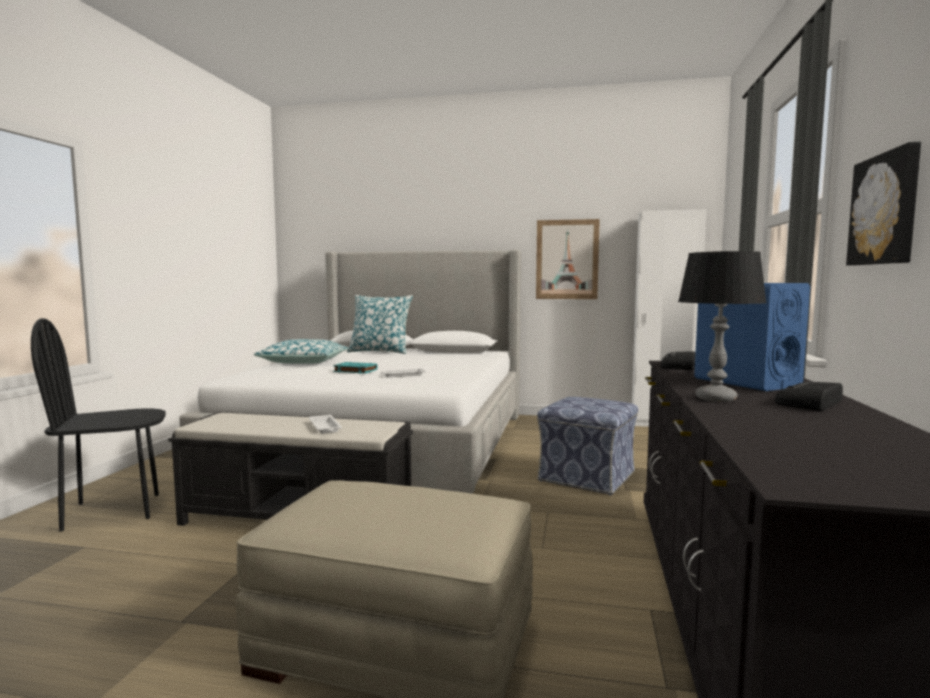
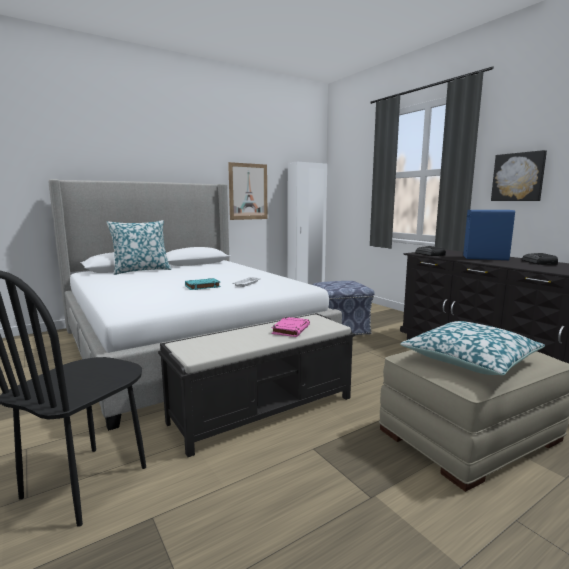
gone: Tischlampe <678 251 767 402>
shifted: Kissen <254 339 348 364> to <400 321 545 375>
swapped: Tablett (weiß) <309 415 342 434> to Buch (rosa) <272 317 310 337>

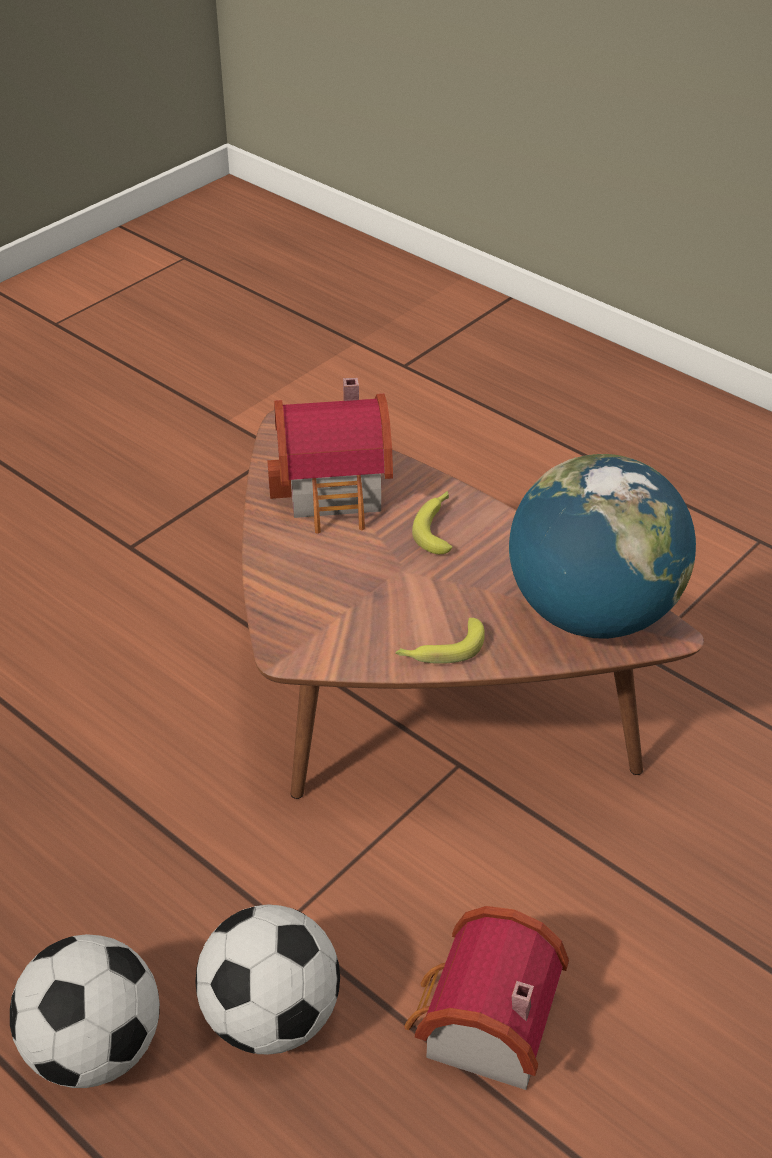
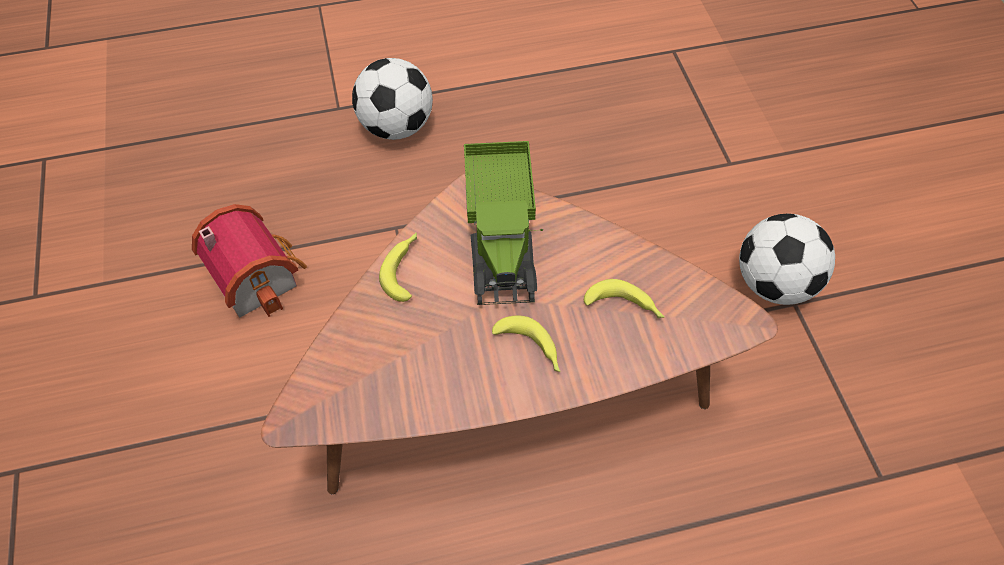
gone: Globus <509 454 696 639>
new: Spielzeuglaster <464 141 543 305>
shifted: Fußball <195 904 340 1054> to <739 214 835 305>
swapped: Spielzeughaus <267 377 393 534> to Banane <584 279 665 318>

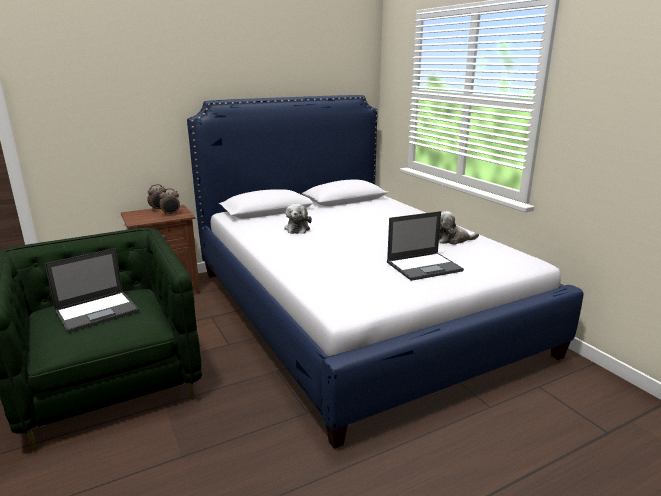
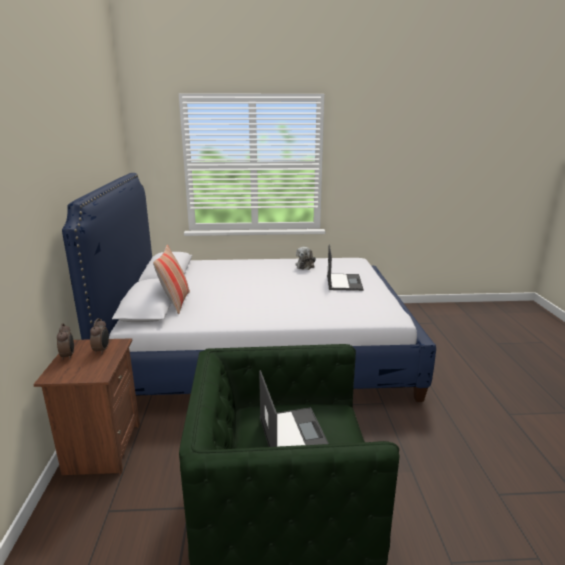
gone: Plüschtier <284 204 312 234>
new: Kissen <153 245 190 314>

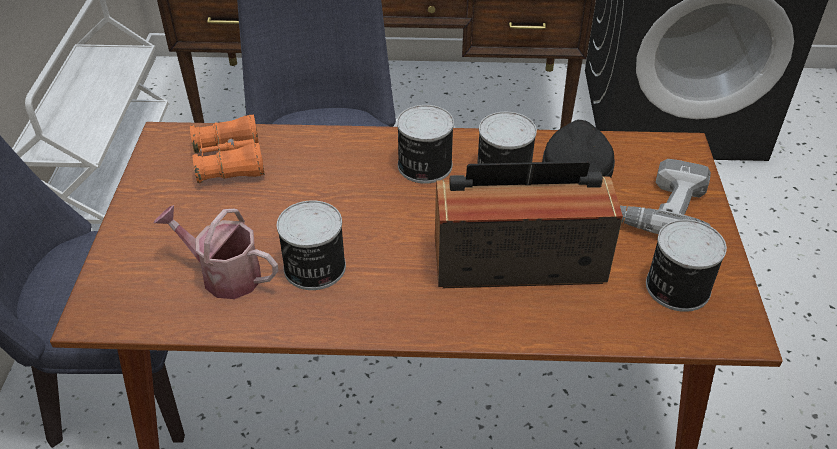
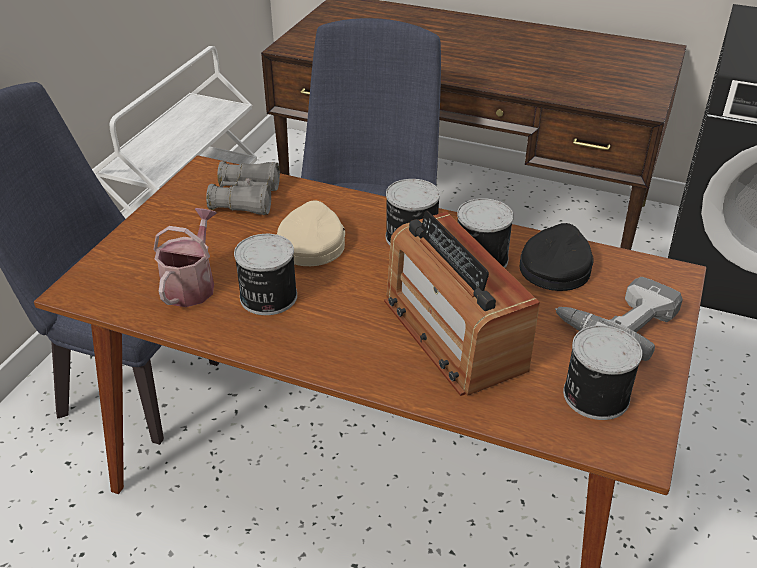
new: Kappe (beige) <277 200 345 266>
repainted: Fernglas (orange) <190 114 264 183> to Fernglas (grau) <206 161 280 215>
rotated: Gießkanne <154 205 278 299> = <153 208 217 307> 60 degrees clockwise; Radio <435 161 623 288> = <384 211 540 396> 135 degrees counterclockwise

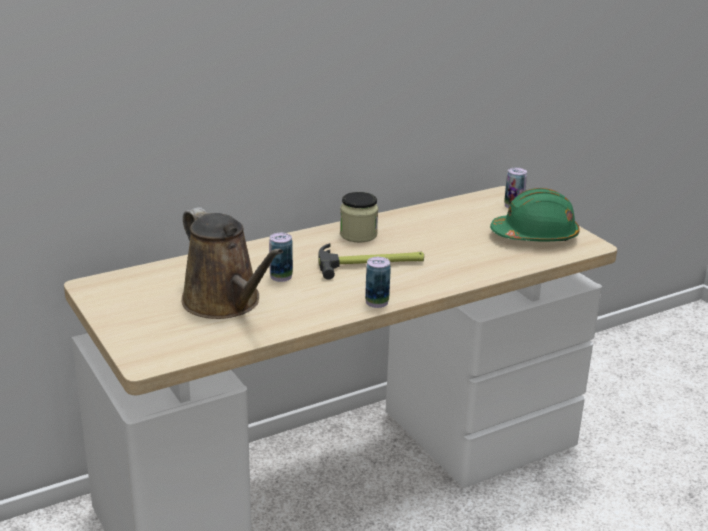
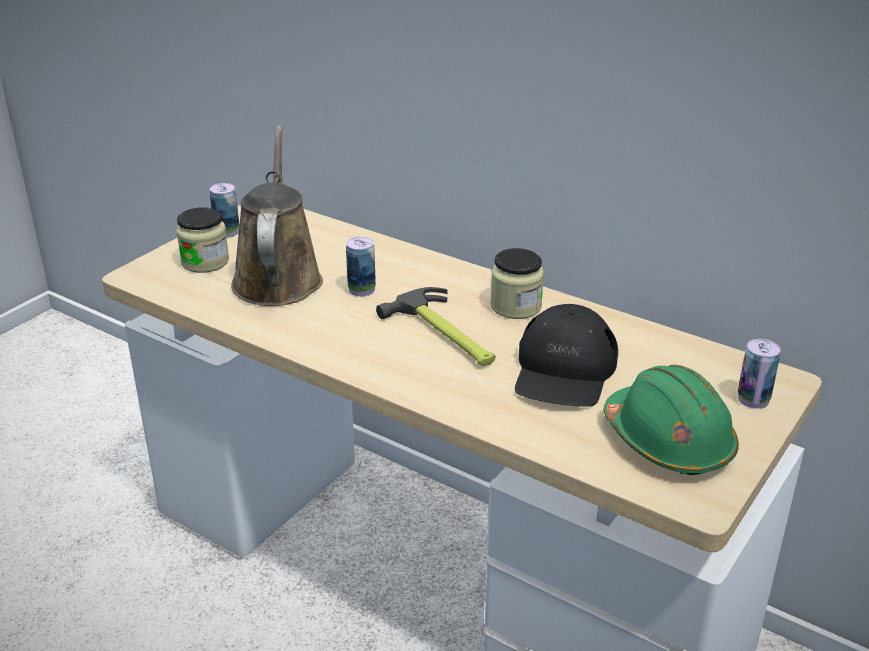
new: Vorratsglas <176 207 229 273>; Kappe (schwarz) <515 304 618 407>
shifted: Dose <365 257 391 308> to <210 183 239 238>
rotated: Gießkanne (braun) <181 207 283 319> = <231 125 323 306> 150 degrees clockwise

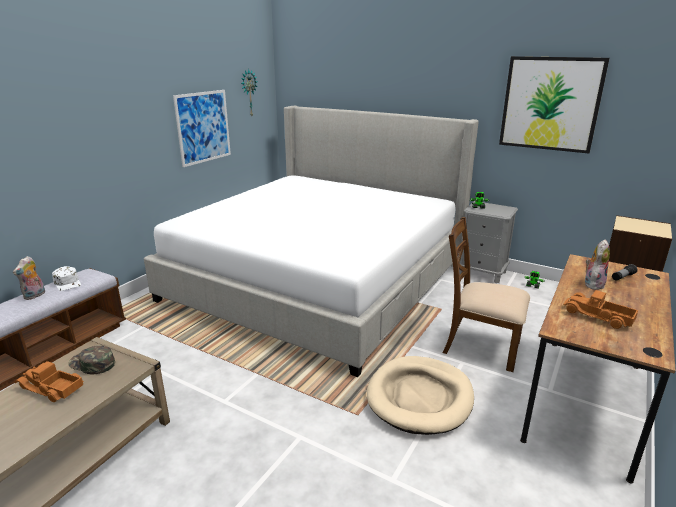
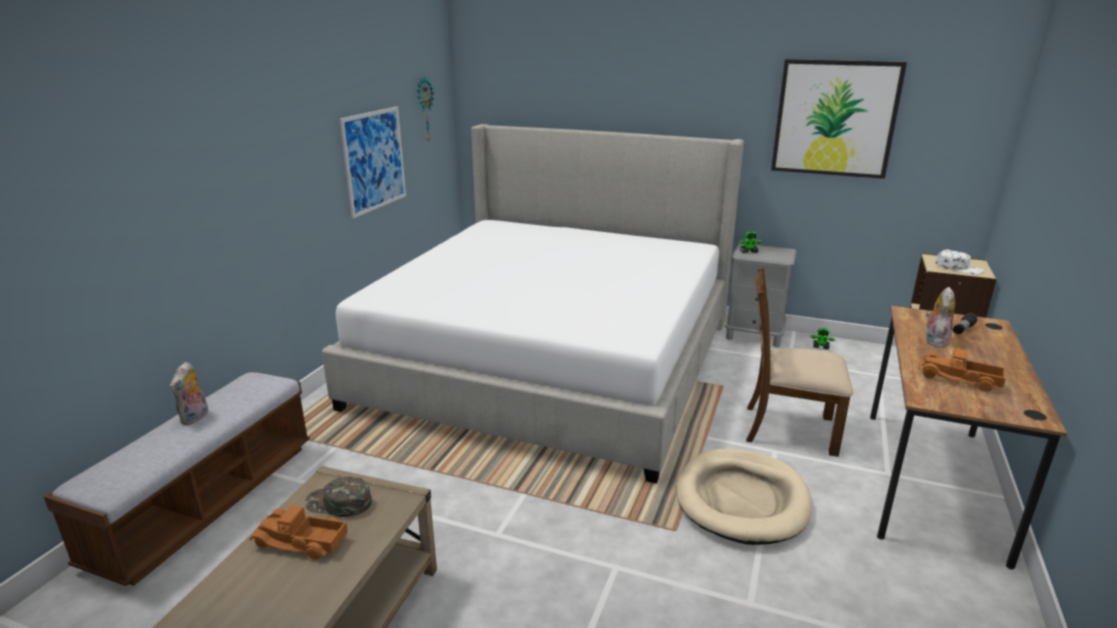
shifted: Kappe (weiß) <52 266 81 291> to <935 250 984 274>

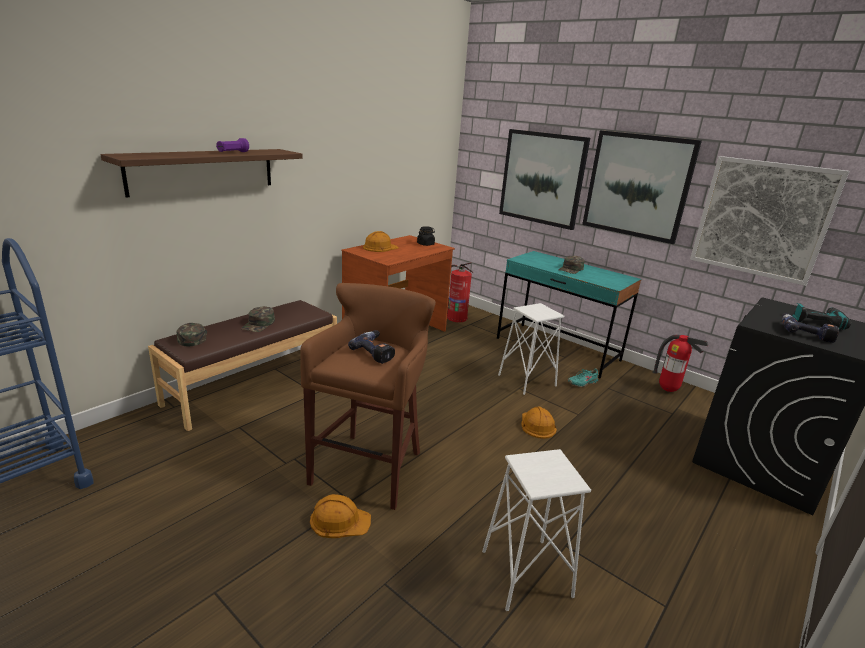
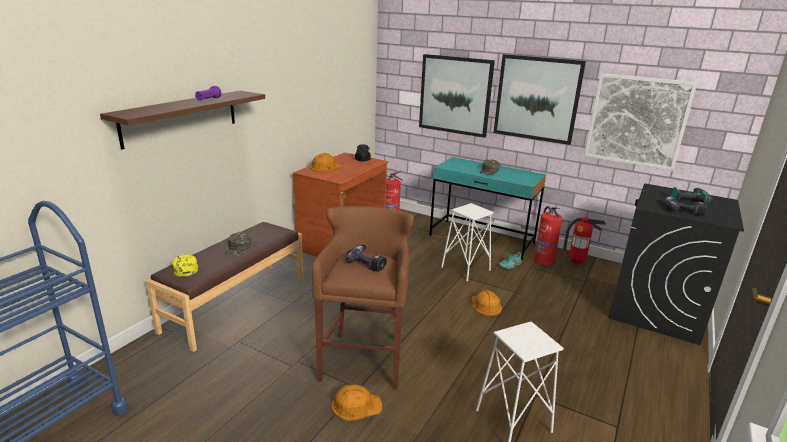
new: Feuerlöscher <534 206 563 266>
repainted: Kappe (grün) <176 323 207 346> to Kappe (gelb) <172 255 199 277>

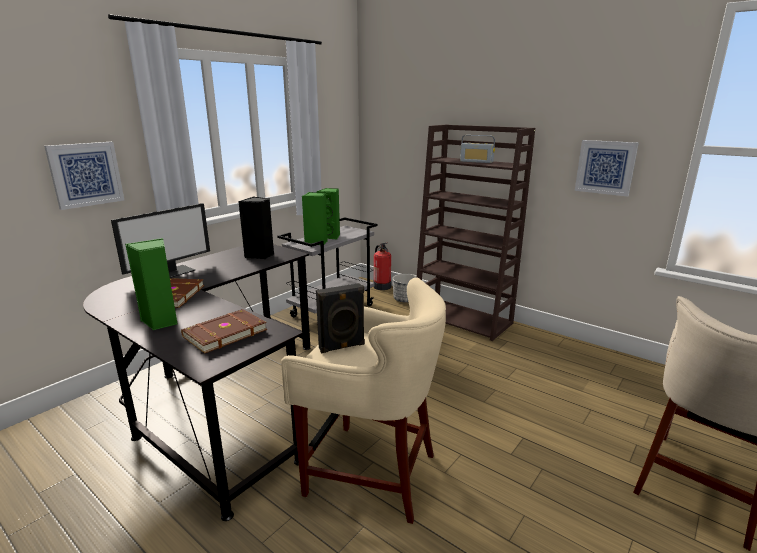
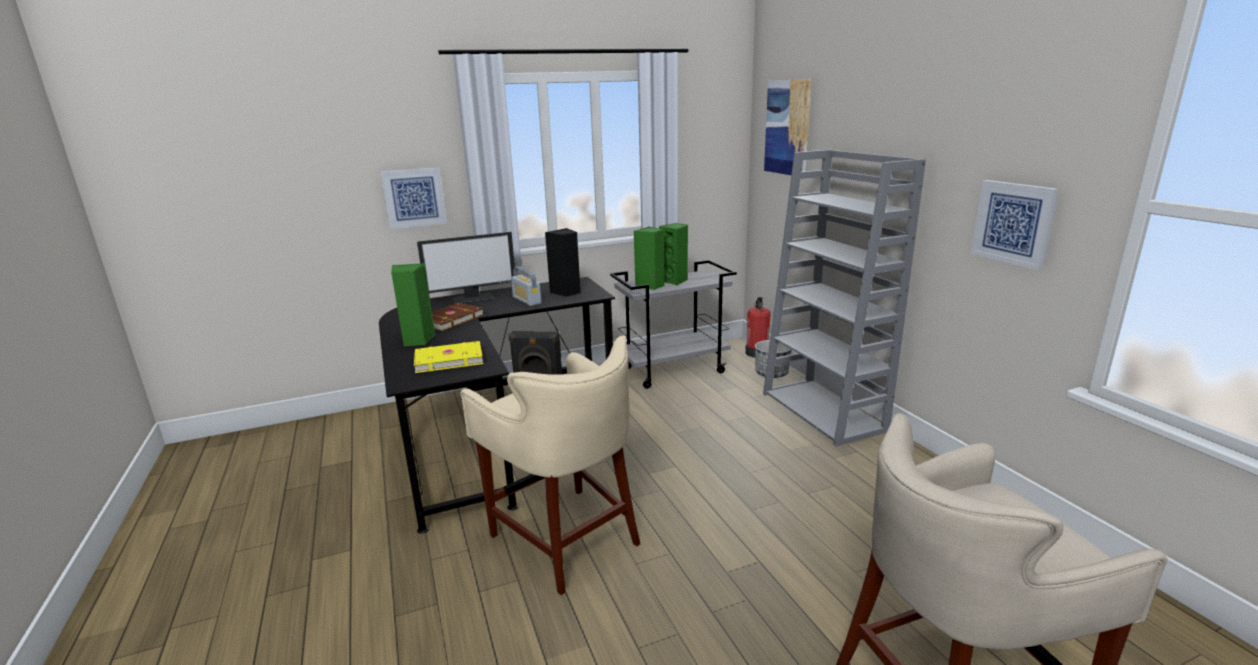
new: Bild <764 79 812 175>
shifted: Radio <460 135 495 163> to <511 266 541 306>
repainted: Buch (braun) <181 309 267 354> to Buch (gelb) <414 341 483 373>; Bücherregal (braun) <417 125 535 341> to Bücherregal (grau) <763 150 926 446>

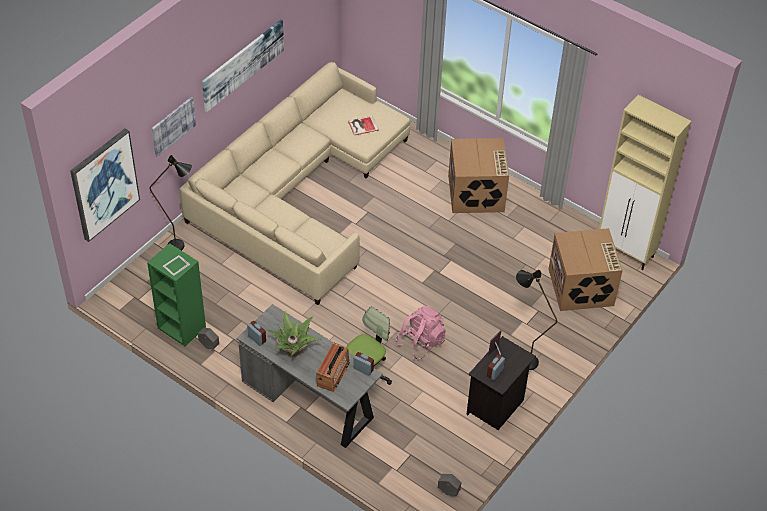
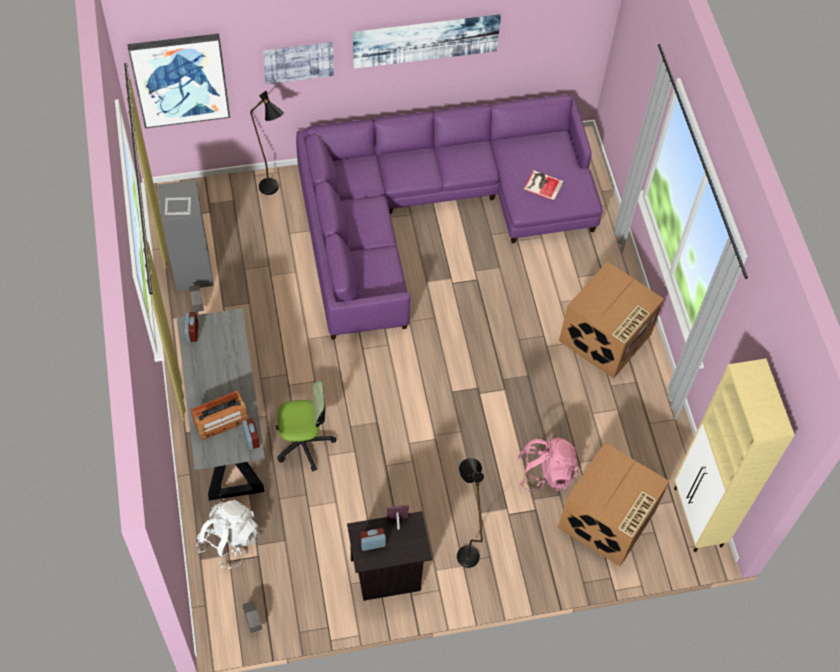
gone: Topfpflanze <266 311 322 357>
new: Rucksack (weiß) <196 499 259 569>
shifted: Rucksack (rosa) <396 306 446 359> to <518 437 578 493>
repainted: Bücherregal (grün) <147 243 206 346> to Bücherregal (grau) <157 180 213 291>; Sofa (beige) <179 62 410 305> to Sofa (lila) <296 95 602 340>

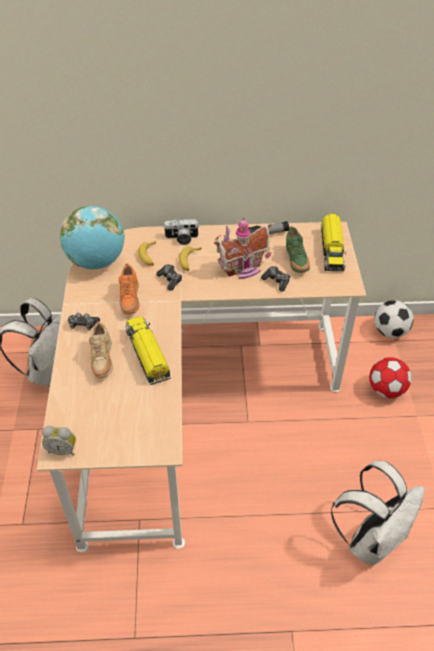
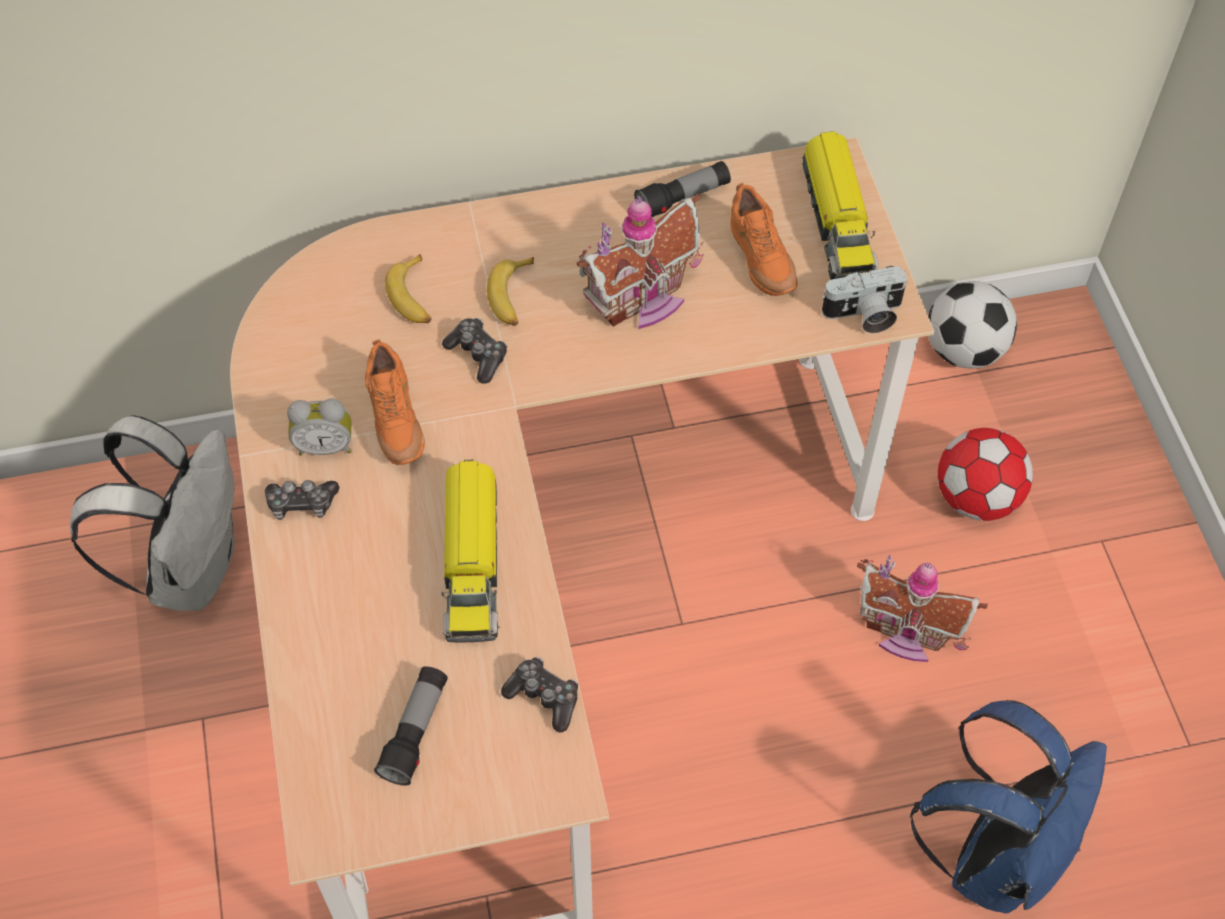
gone: Globus <60 206 125 270>; Schuh (beige) <89 321 113 378>
new: Taschenlampe <374 666 448 786>; Spielzeughaus <857 555 988 662>
shifted: Wecker <42 426 76 456> to <287 399 352 456>; Kamera <163 219 198 245> to <821 266 908 333>; Gamepad <261 266 290 291> to <501 657 578 733>
repainted: Schuh (grün) <286 226 310 273> to Schuh (orange) <730 182 797 296>; Rucksack (weiß) <331 461 425 565> to Rucksack (blau) <910 700 1107 913>
rotated: Spielzeuglaster <125 316 171 385> = <441 459 499 642> 150 degrees counterclockwise

